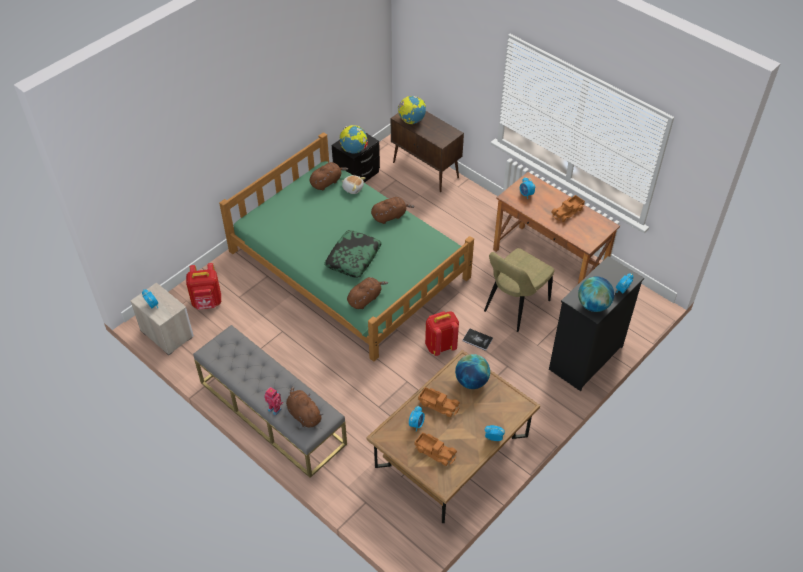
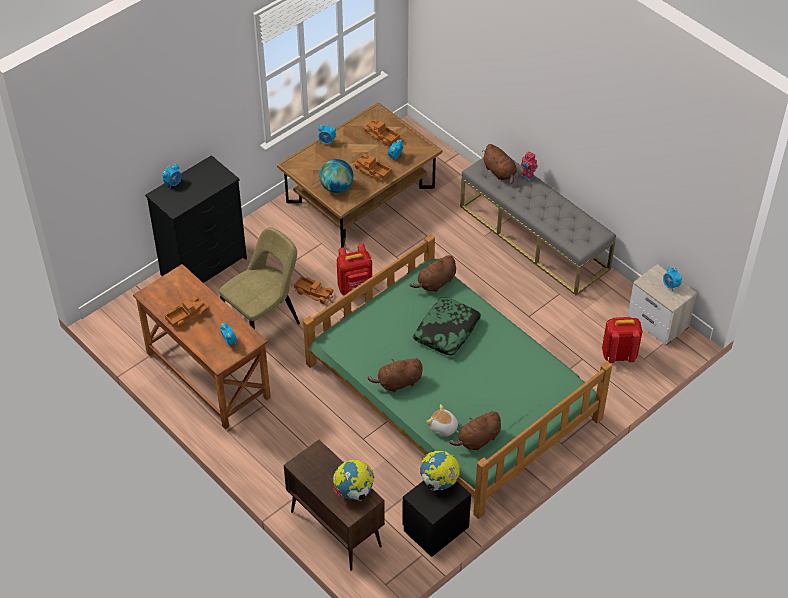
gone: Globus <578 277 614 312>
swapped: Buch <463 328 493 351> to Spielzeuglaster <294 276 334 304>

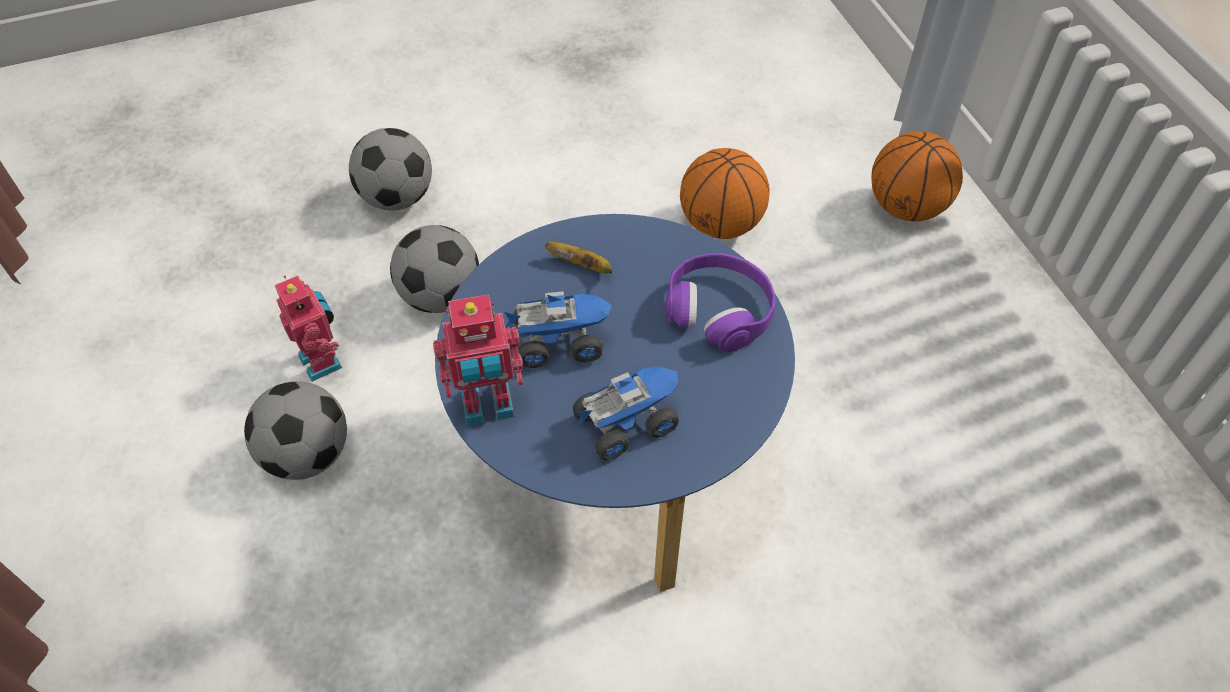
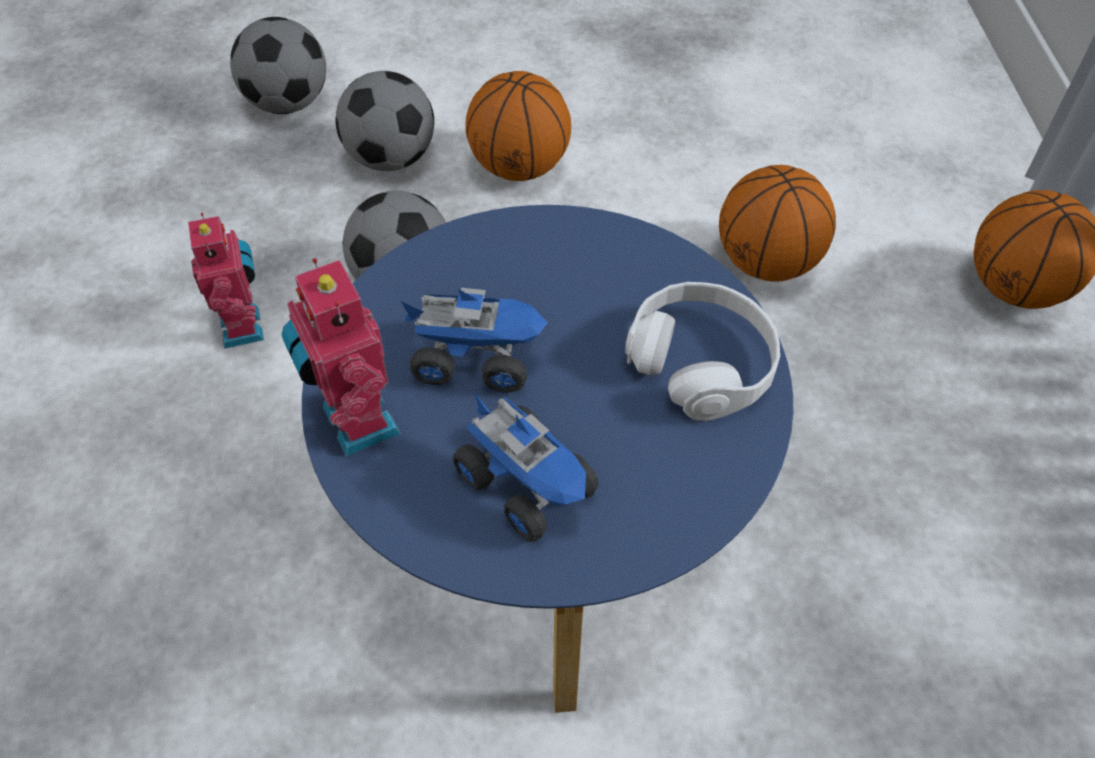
gone: Banane <545 242 612 274>
new: Basketball <466 71 571 181>
shifted: Fußball <244 381 347 480> to <230 17 326 114>
repainted: Kopfhörer (lila) <666 253 775 352> to Kopfhörer (weiß) <626 282 780 421>
rotated: Spielzeugroboter <433 294 523 426> = <281 258 401 456> 60 degrees clockwise; Spielzeuglaster <573 366 679 460> = <453 392 599 542> 60 degrees clockwise

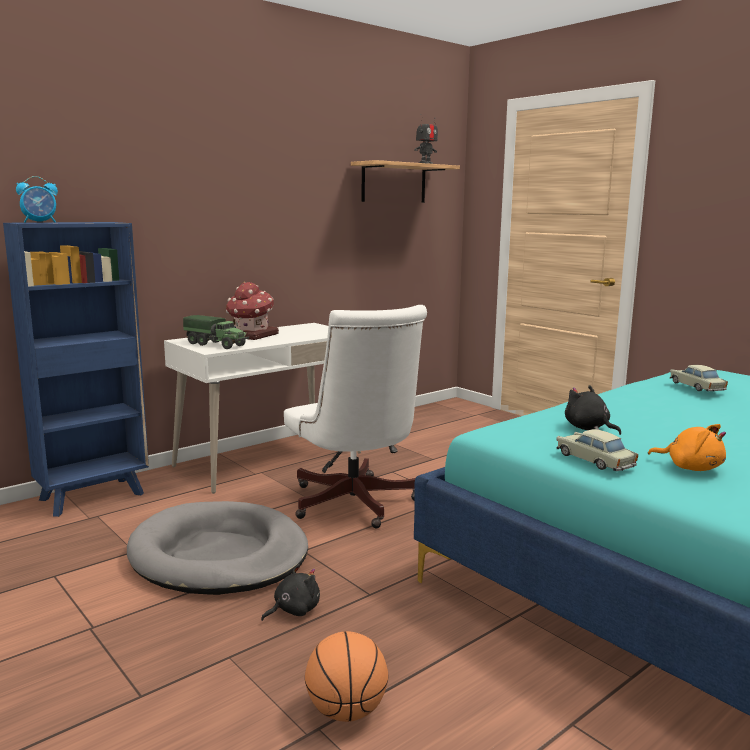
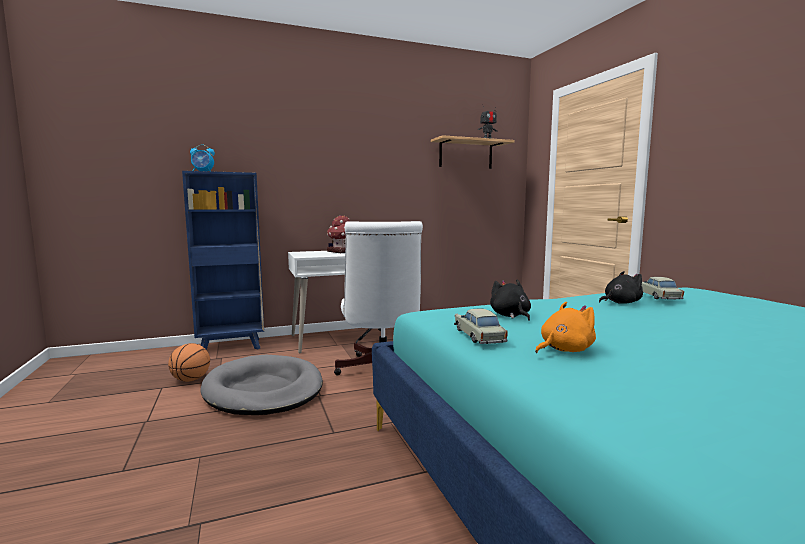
gone: Spielzeuglaster <183 315 249 349>
shifted: Plüschtier (schwarz) <261 564 320 621> to <599 271 643 304>; Basketball <305 631 388 722> to <168 343 210 382>
rotated: Plüschtier (orange) <648 424 726 471> = <535 302 596 353> 90 degrees counterclockwise

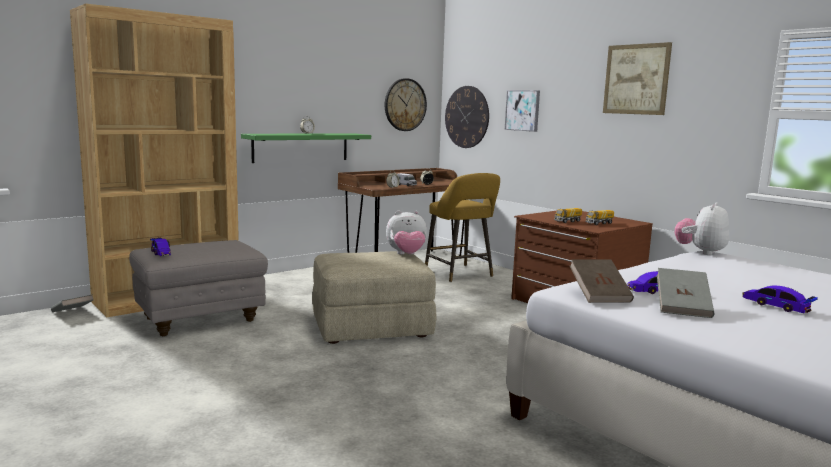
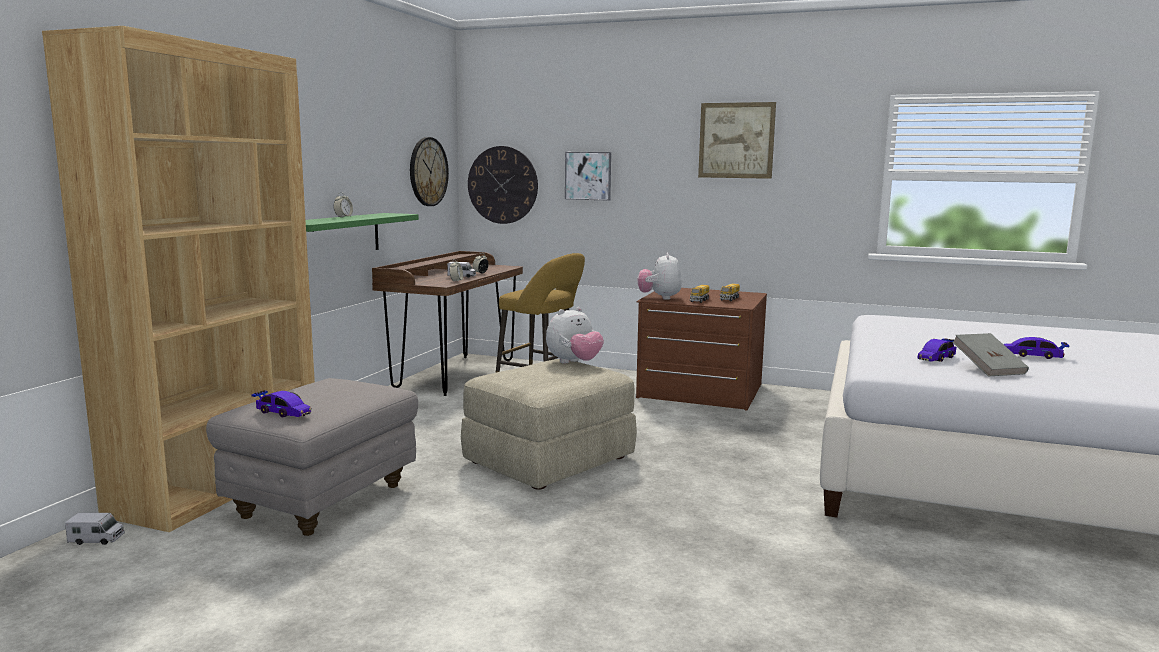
gone: Buch (braun) <570 259 634 303>
shifted: Plüschtier <675 202 729 255> to <638 253 682 300>
swapped: Buch (grau) <51 294 93 312> to Spielzeuglaster <65 513 125 545>

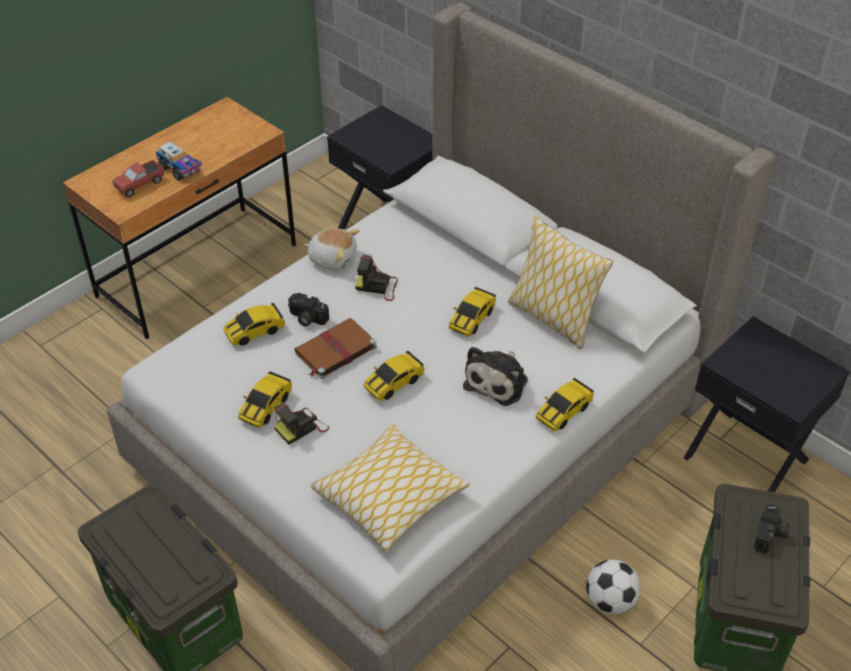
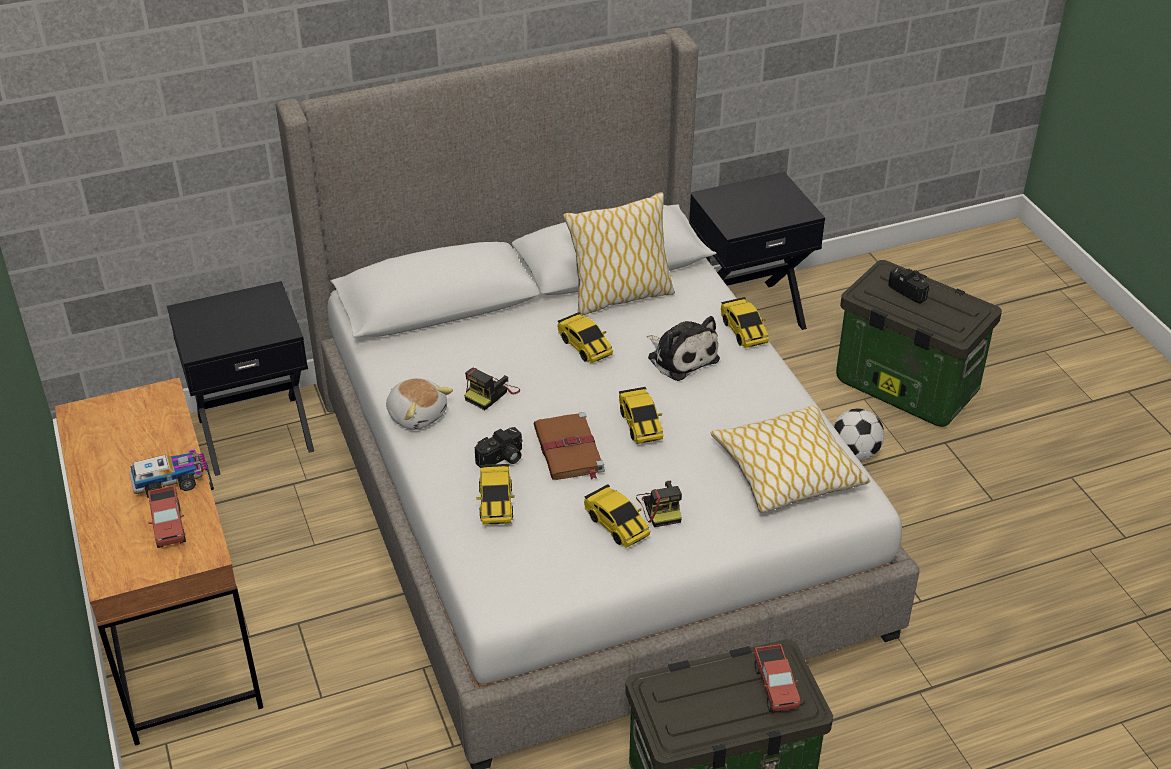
new: Spielzeuglaster <754 644 801 712>
rotated: Plüschtier <304 228 360 270> = <386 378 453 430> 90 degrees clockwise

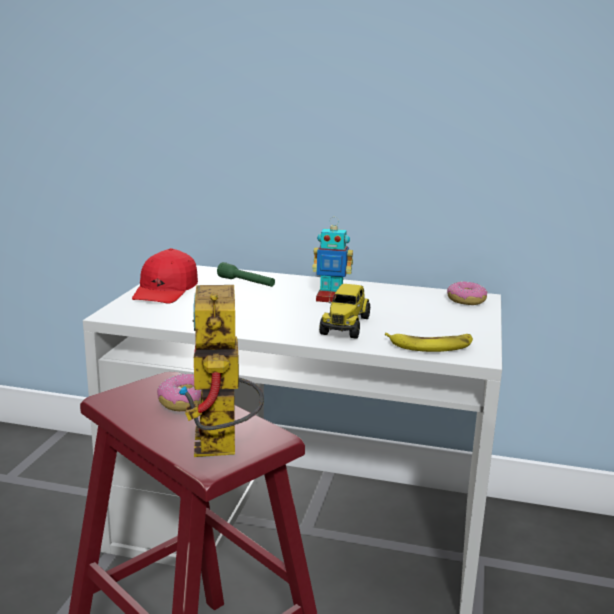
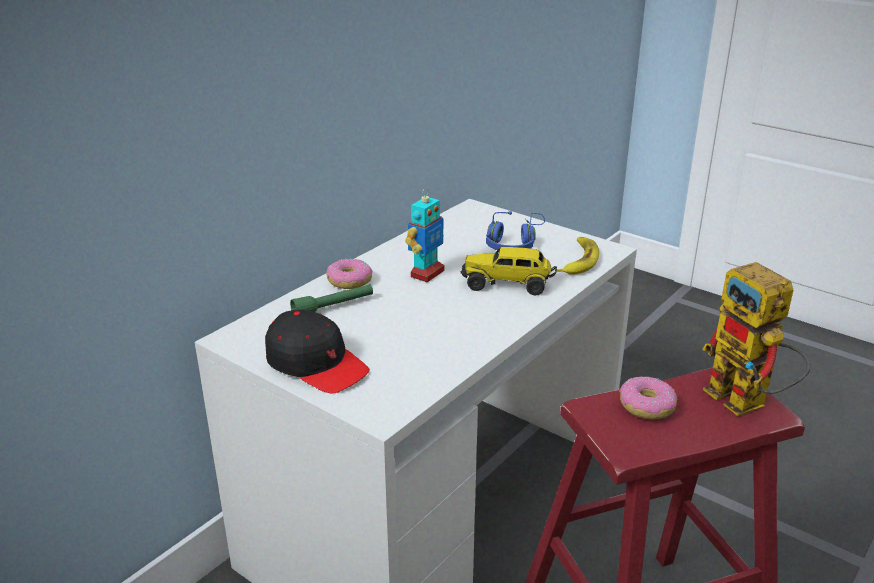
new: Kopfhörer (blau) <486 211 545 250>
shifted: Donut <447 281 488 305> to <326 258 372 289>
repainted: Kappe (rot) <132 248 198 304> to Kappe (schwarz) <265 310 370 393>
rotated: Spielzeugroboter <178 285 264 457> = <702 262 811 416> 45 degrees clockwise; Spielzeuglaster <319 284 370 339> = <461 247 557 295> 150 degrees clockwise

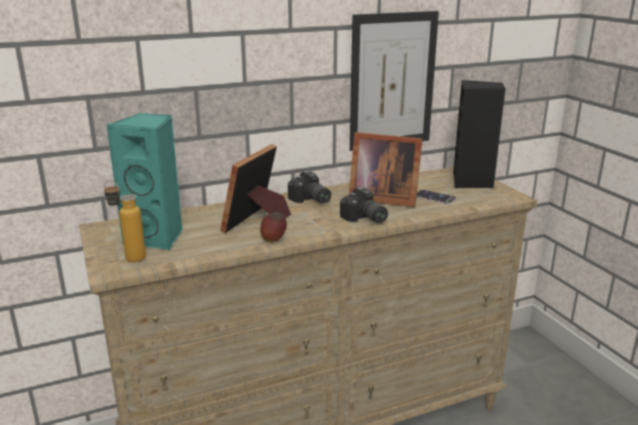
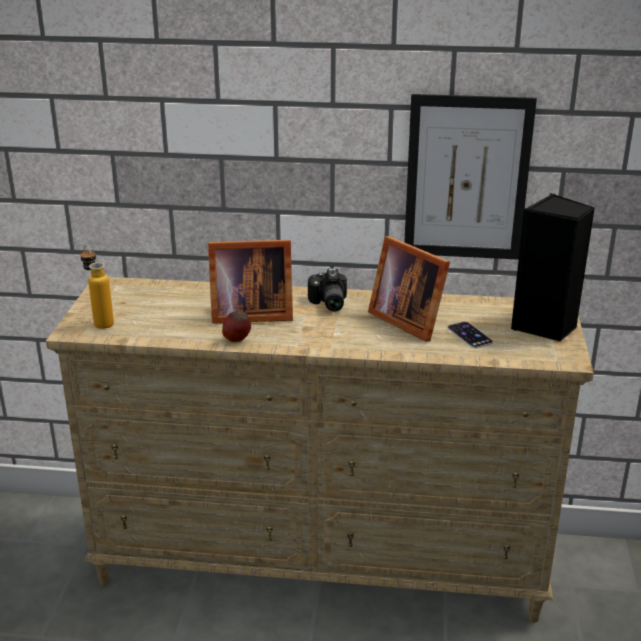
gone: Lautsprecher (türkis) <106 113 183 250>; Kamera <340 187 388 223>
rotated: Bilderrahmen <220 144 291 233> = <208 240 293 324> 150 degrees counterclockwise

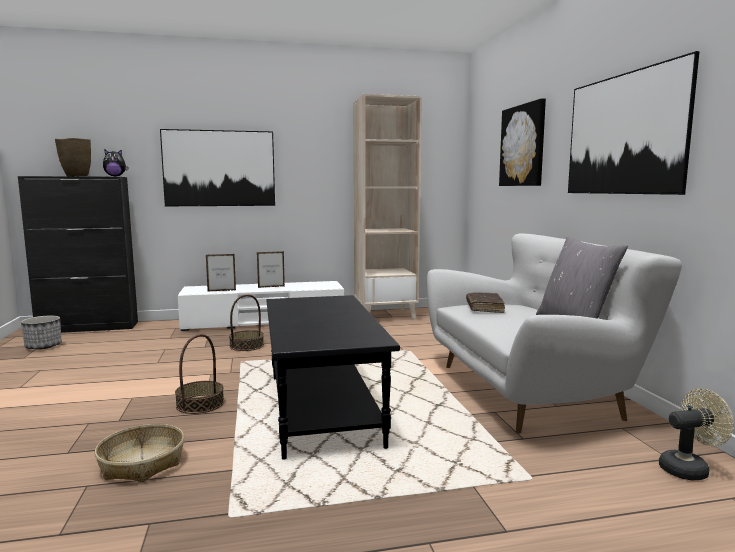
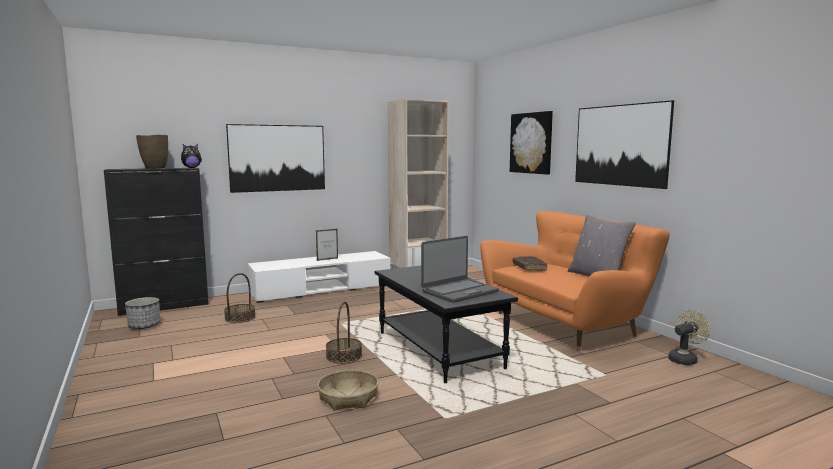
gone: Bilderrahmen <206 254 236 292>
new: Laptop <421 236 499 303>
shifted: Korb <229 294 264 351> to <224 273 256 323>
repainted: Sofa (weiß) <427 233 682 434> to Sofa (orange) <480 211 670 351>

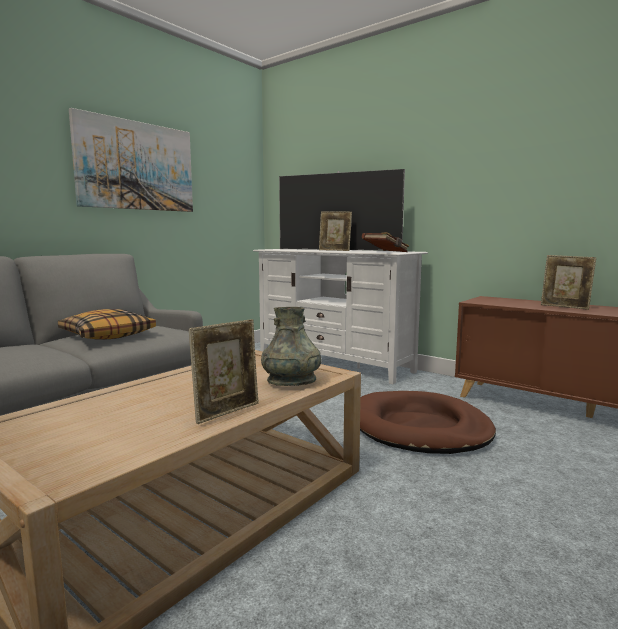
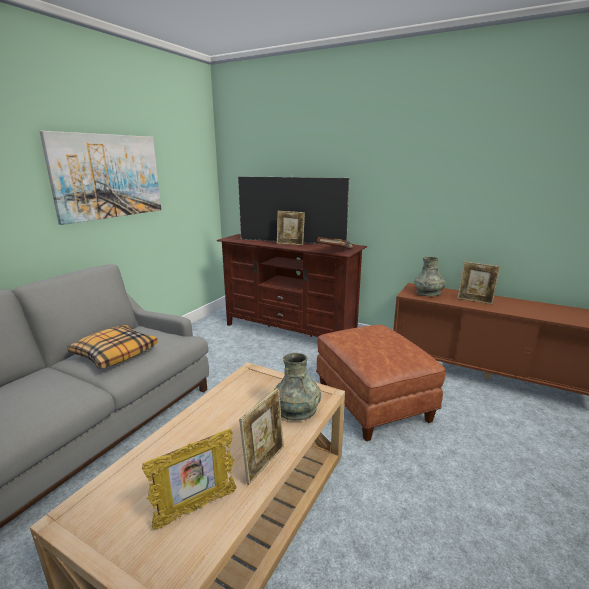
new: Bilderrahmen <142 428 236 530>; Vase (grau) <414 257 445 296>
swapped: Hundebett (braun) <360 391 496 454> to Polsterhocker (braun) <316 325 446 441>
repainted: Fernsehschrank (weiß) <253 249 428 384> to Fernsehschrank (braun) <217 233 367 337>

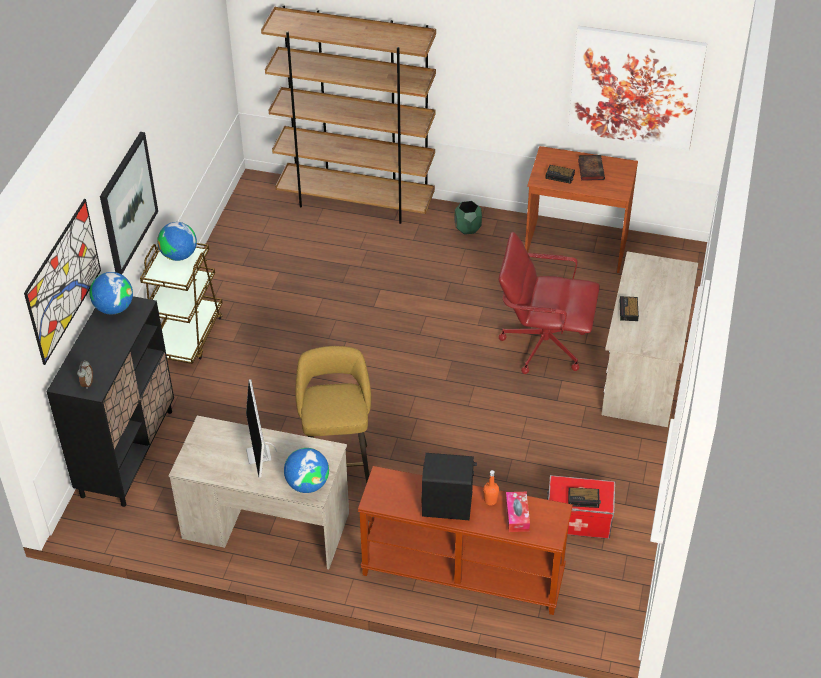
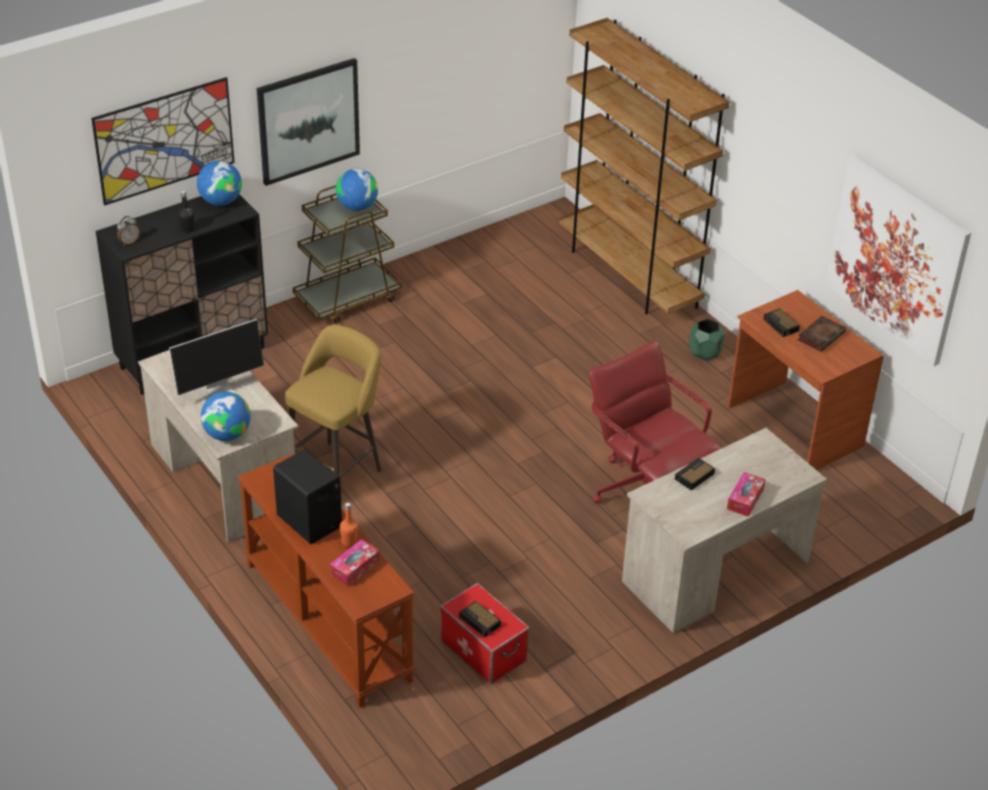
new: Flasche (schwarz) <178 191 194 233>; Taschentuchbox <727 472 766 517>
rotated: Monitor <246 380 277 477> = <169 319 264 396> 150 degrees counterclockwise

